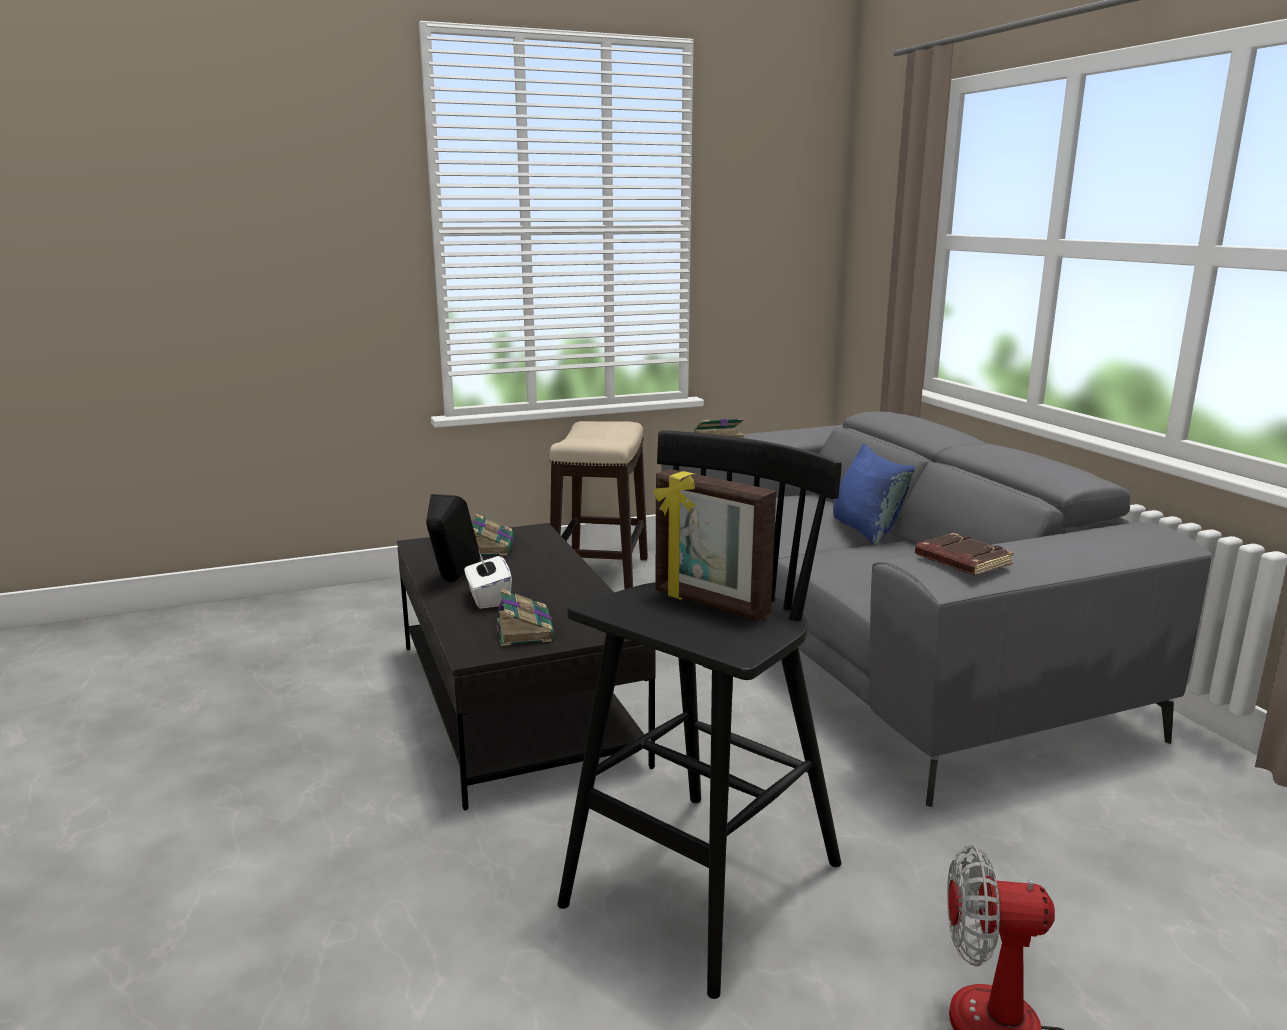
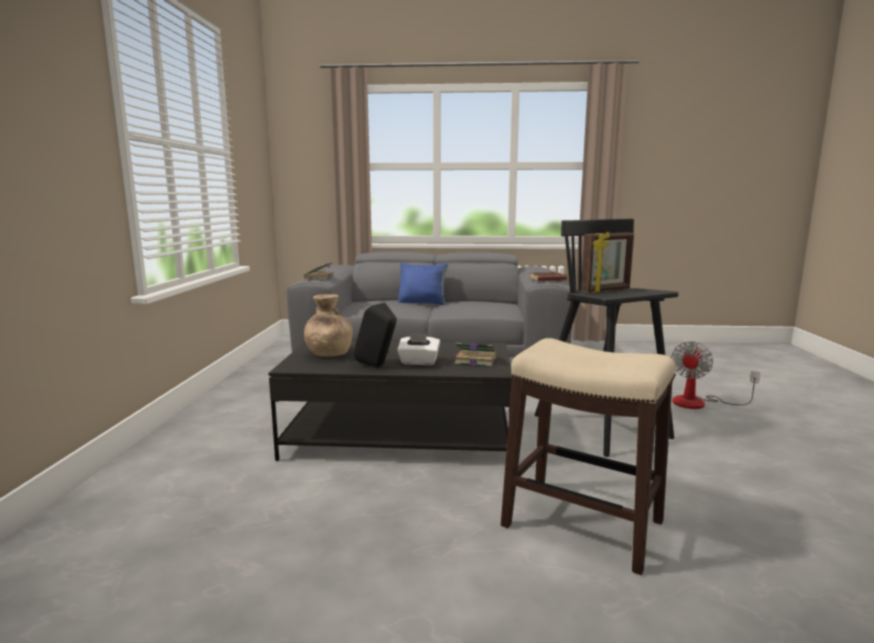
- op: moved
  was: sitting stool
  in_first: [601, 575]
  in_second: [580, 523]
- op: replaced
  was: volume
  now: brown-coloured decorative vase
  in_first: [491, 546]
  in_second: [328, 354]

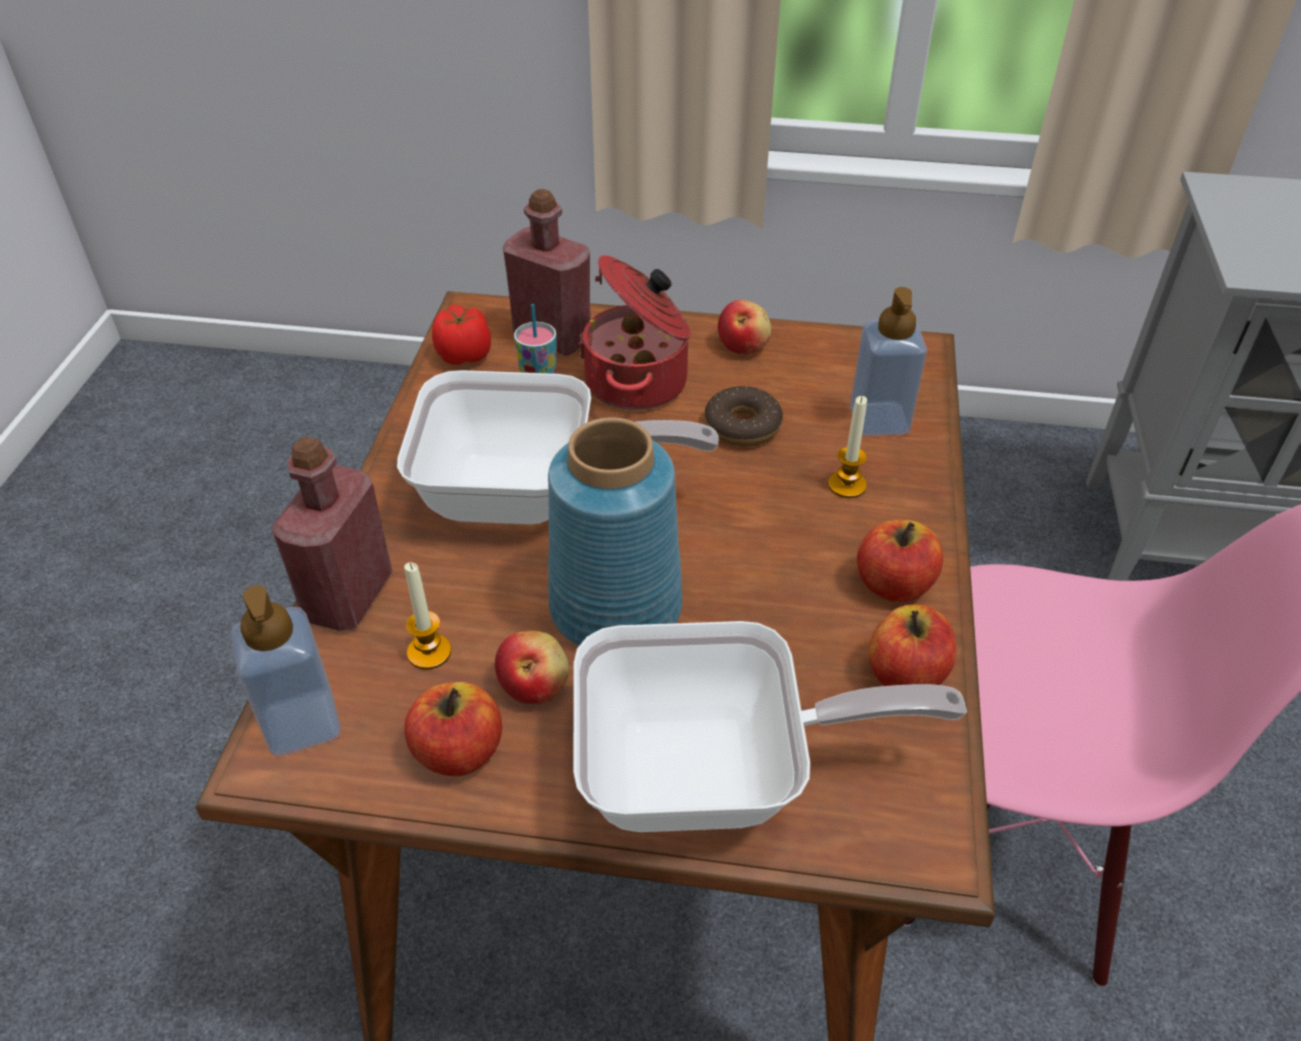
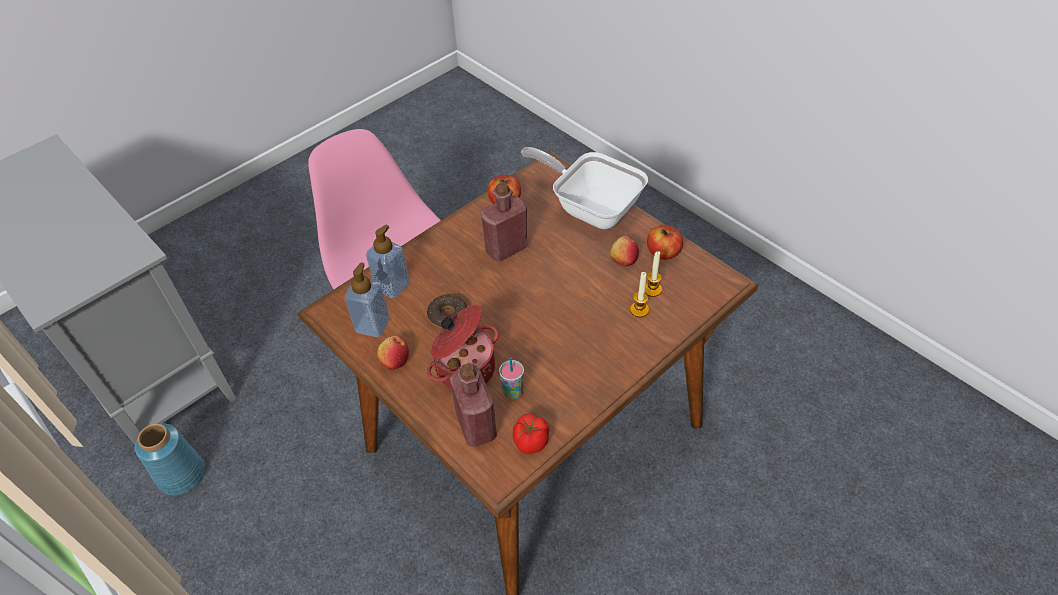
- op: removed
  was: skillet
  in_first: [528, 495]
- op: moved
  was: wax candle
  in_first: [847, 485]
  in_second: [639, 310]
- op: moved
  was: bluish decorative vase
  in_first: [616, 609]
  in_second: [182, 474]
- op: moved
  was: reddish drink bottle
  in_first: [348, 596]
  in_second: [506, 249]
- op: removed
  was: whole apple
  in_first: [894, 585]
- op: moved
  was: soap dispenser
  in_first: [302, 723]
  in_second: [372, 325]

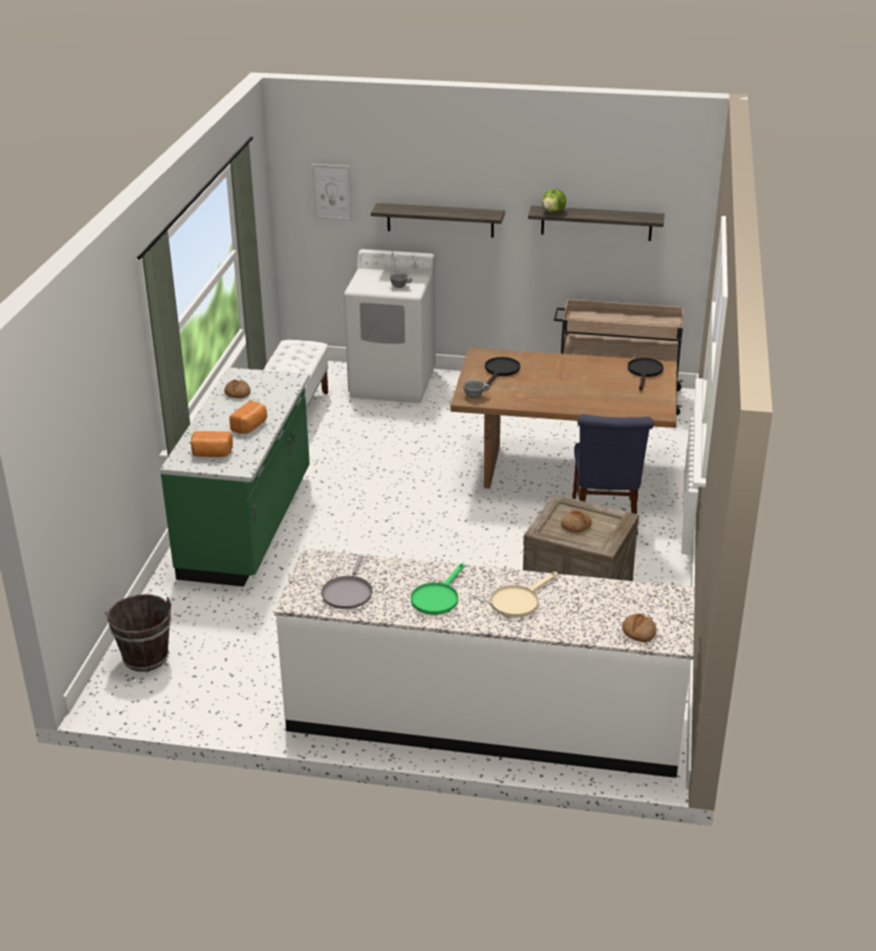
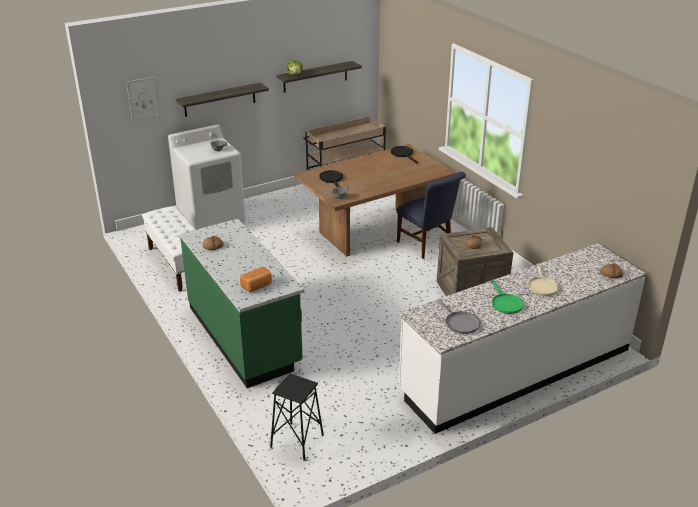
- op: removed
  was: baked bread
  in_first: [250, 426]
- op: replaced
  was: brown-coloured pail
  now: black sitting stool
  in_first: [145, 657]
  in_second: [297, 441]

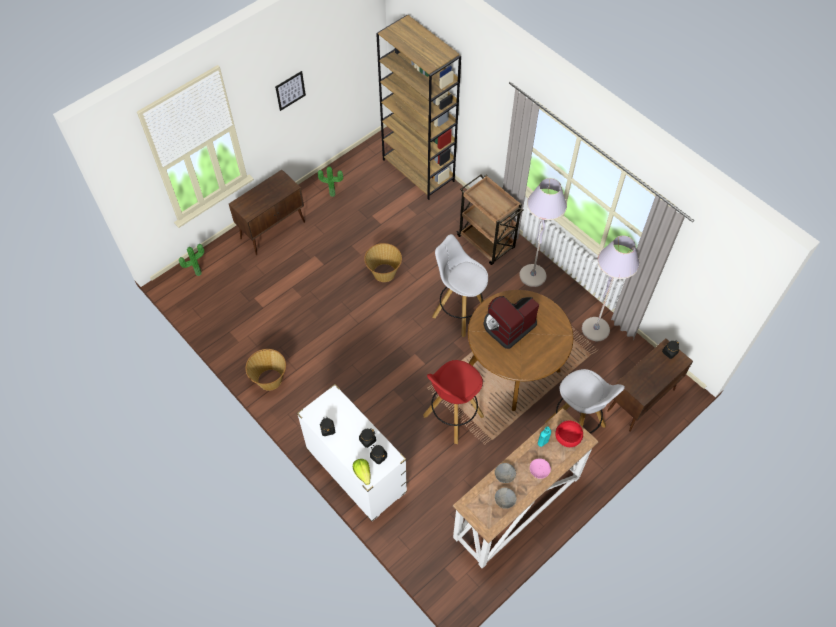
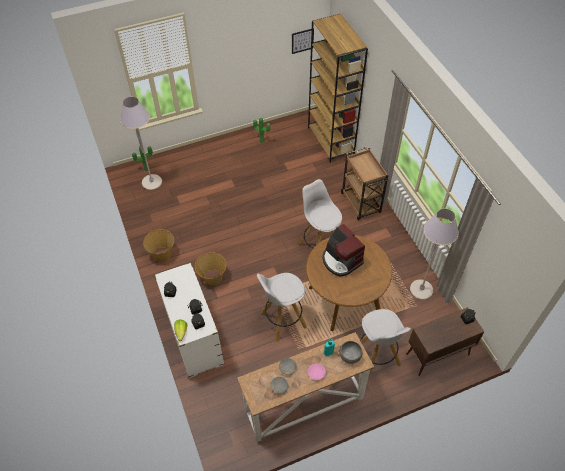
- op: moved
  was: picture
  in_first: [290, 90]
  in_second: [302, 41]
- op: removed
  was: brown-coloured cabinet
  in_first: [273, 230]
- op: moved
  was: gray standard lamp
  in_first: [533, 276]
  in_second: [152, 182]
- op: moved
  was: basket
  in_first: [384, 273]
  in_second: [212, 277]
- op: turned
  was: coffee maker
  in_first: [508, 326]
  in_second: [341, 260]
  clockwise: -105
- op: recoloured
  was: reddish sitting stool
  now: whitish sitting stool
  in_first: [452, 417]
  in_second: [282, 321]
- op: recoloured
  was: reddish serving bowl
  now: gray serving bowl
  in_first: [567, 438]
  in_second: [349, 356]

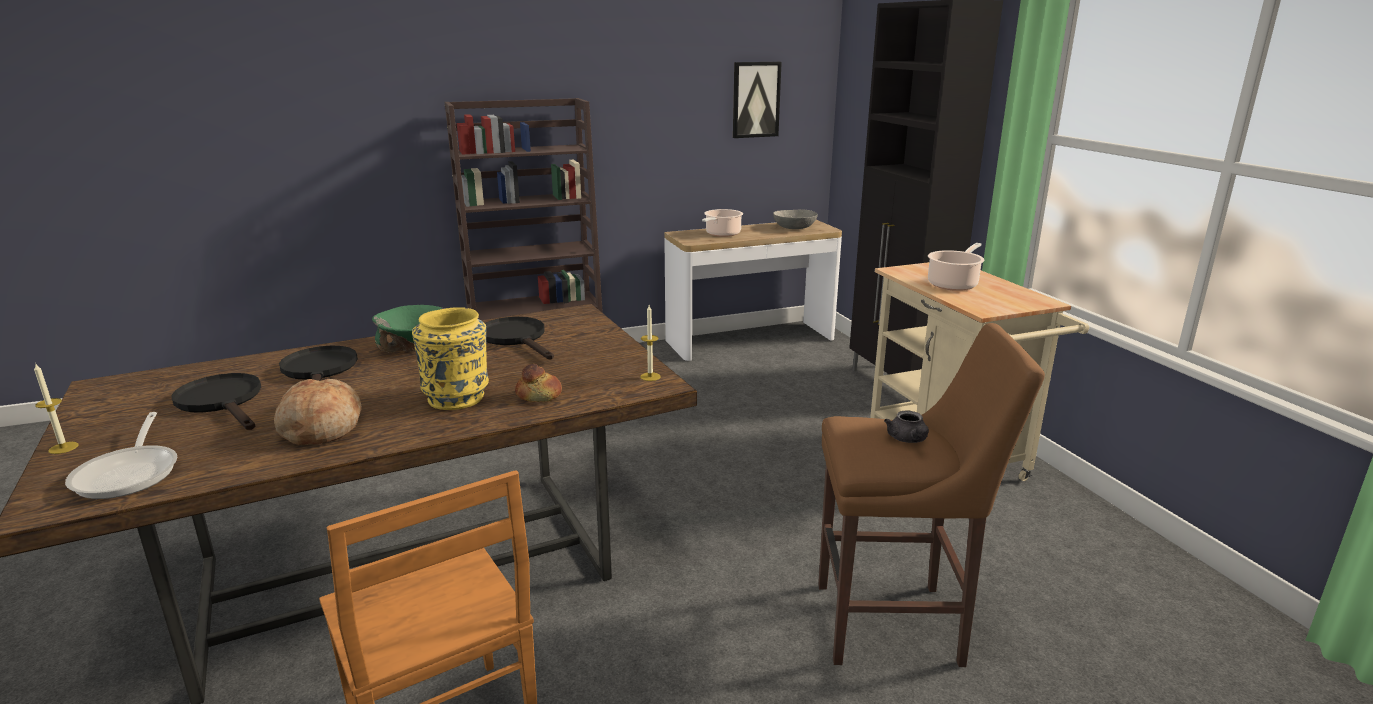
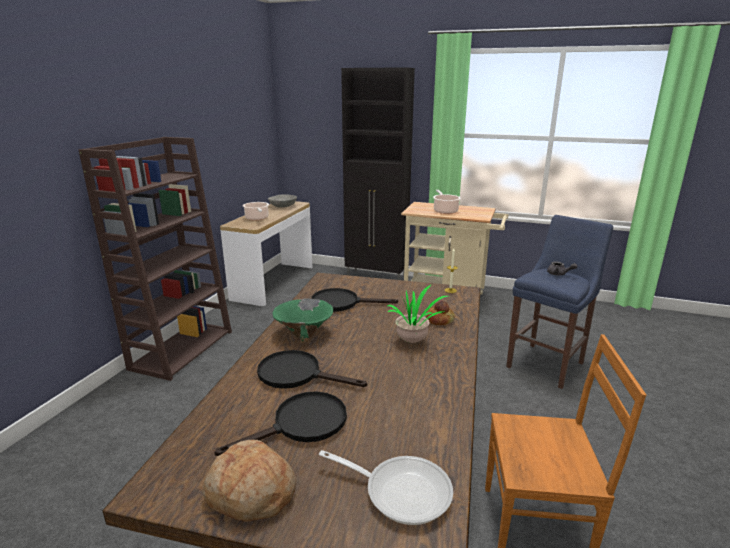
- op: removed
  was: picture
  in_first: [755, 99]
- op: replaced
  was: yellow decorative vase
  now: potted plant
  in_first: [458, 398]
  in_second: [414, 341]
- op: recoloured
  was: brown-coloured sitting stool
  now: bluish sitting stool
  in_first: [896, 624]
  in_second: [547, 363]
- op: removed
  was: wax candle
  in_first: [63, 448]
- op: turned
  was: black skillet
  in_first: [223, 402]
  in_second: [301, 425]
  clockwise: 150
- op: moved
  was: baked bread
  in_first: [320, 428]
  in_second: [250, 493]

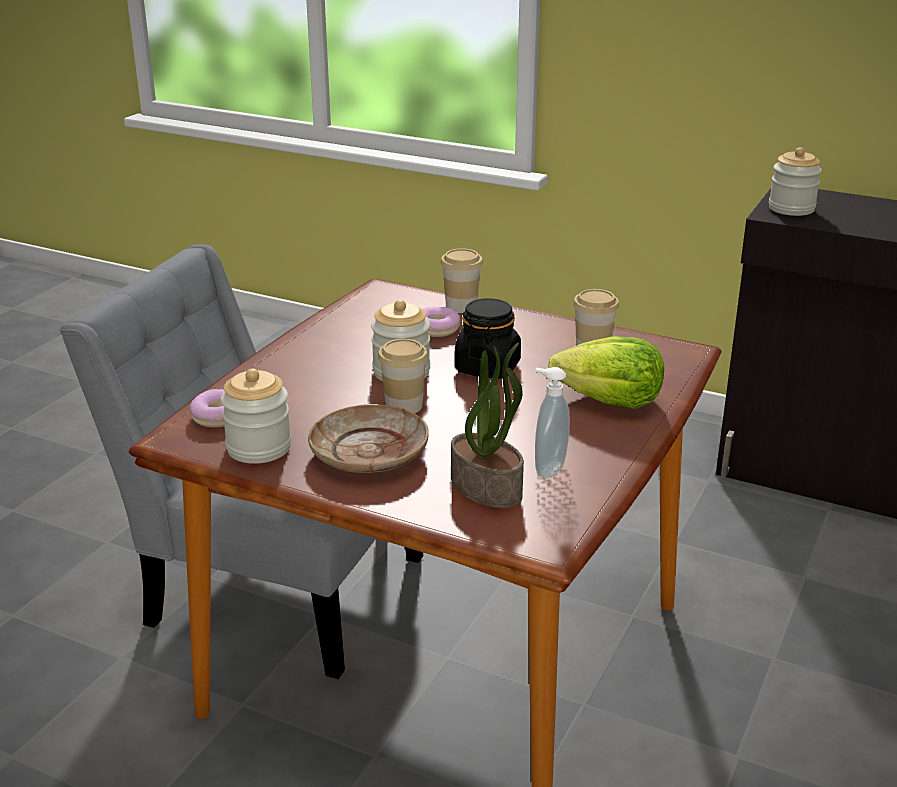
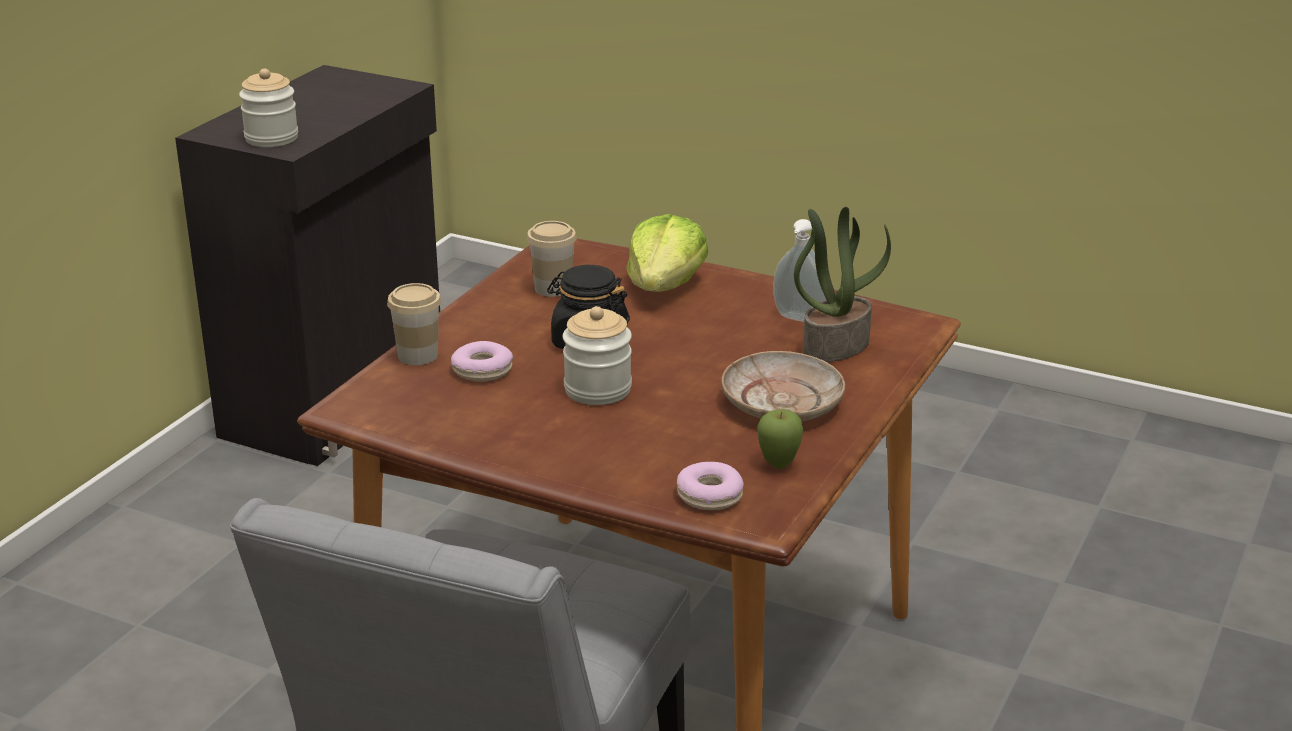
- op: removed
  was: small cup
  in_first: [404, 406]
- op: replaced
  was: jar
  now: whole apple
  in_first: [259, 448]
  in_second: [778, 465]

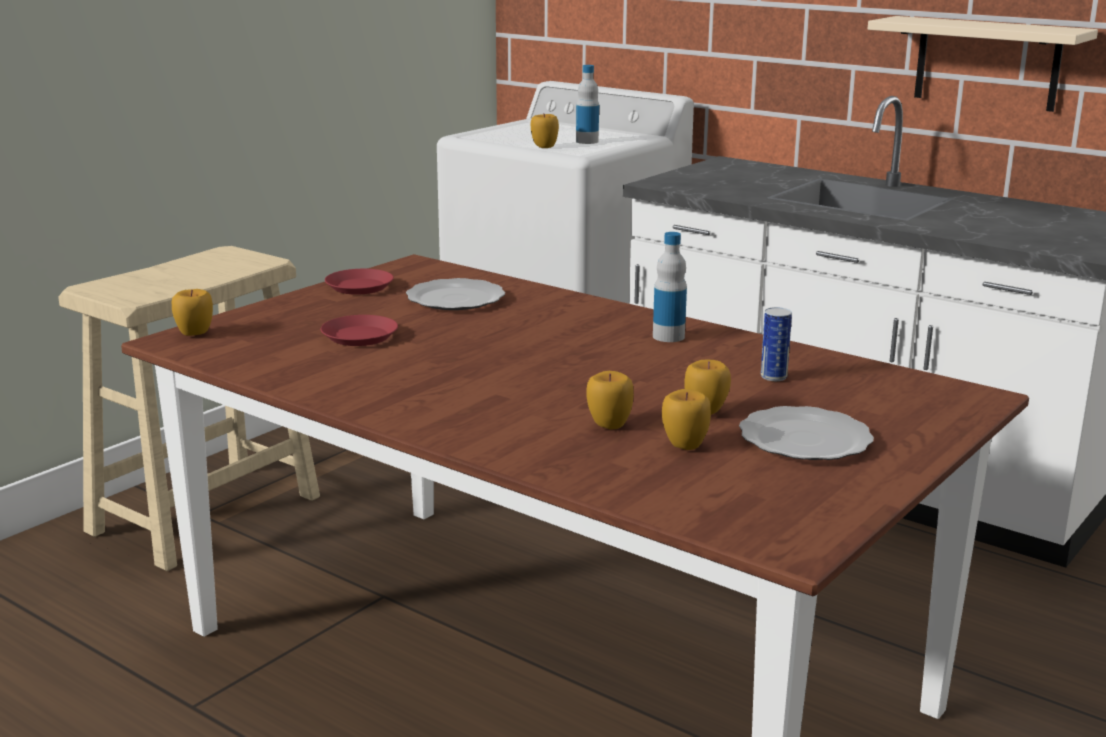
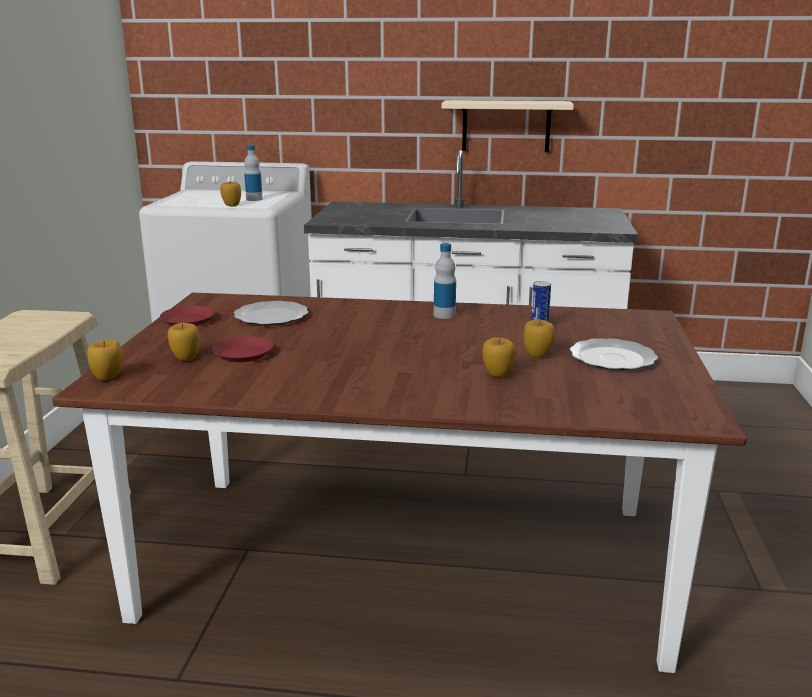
- op: moved
  was: whole apple
  in_first: [684, 445]
  in_second: [186, 358]

